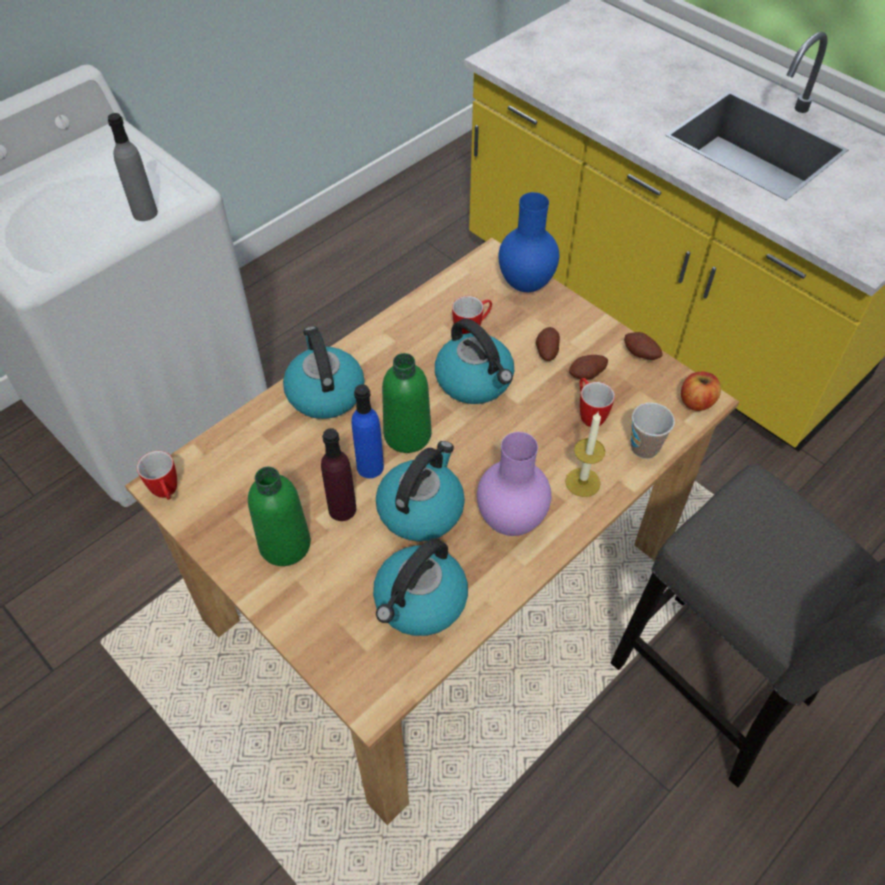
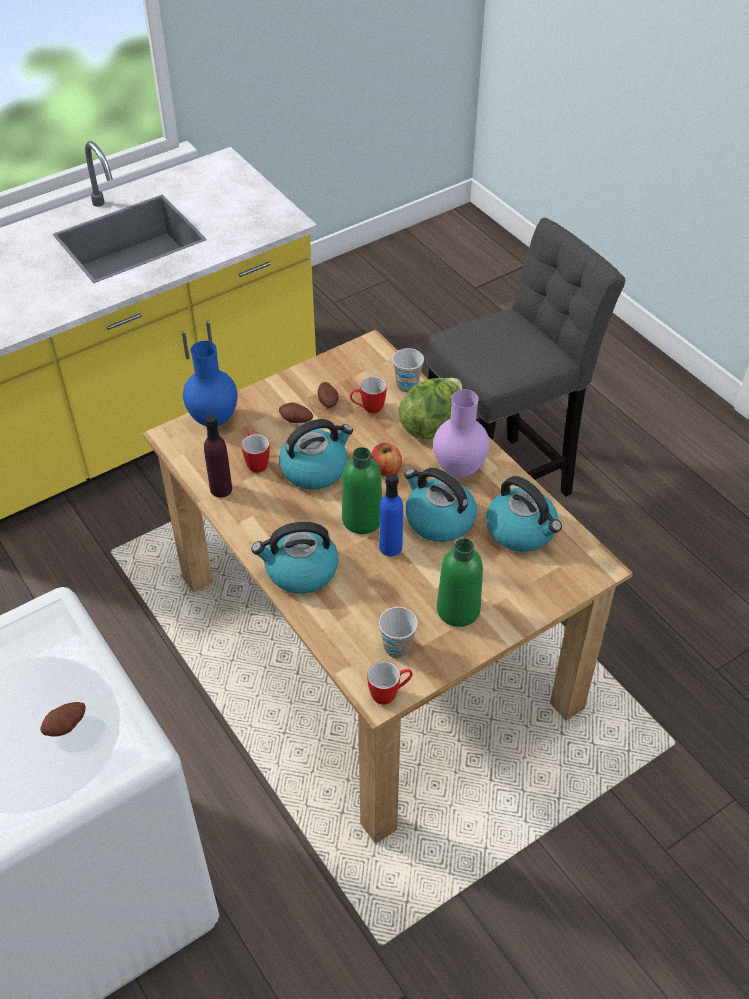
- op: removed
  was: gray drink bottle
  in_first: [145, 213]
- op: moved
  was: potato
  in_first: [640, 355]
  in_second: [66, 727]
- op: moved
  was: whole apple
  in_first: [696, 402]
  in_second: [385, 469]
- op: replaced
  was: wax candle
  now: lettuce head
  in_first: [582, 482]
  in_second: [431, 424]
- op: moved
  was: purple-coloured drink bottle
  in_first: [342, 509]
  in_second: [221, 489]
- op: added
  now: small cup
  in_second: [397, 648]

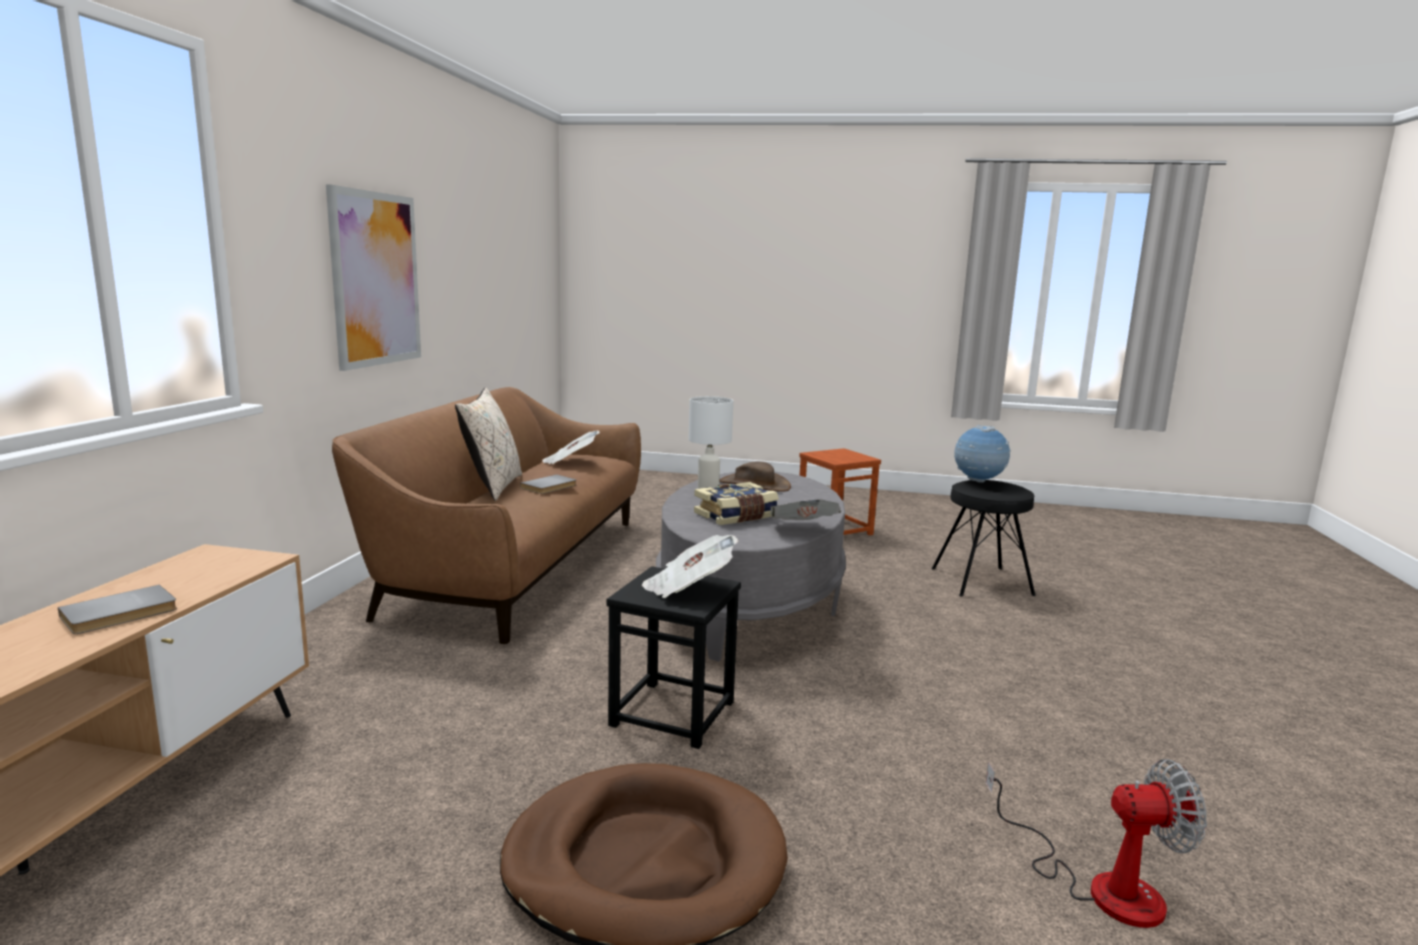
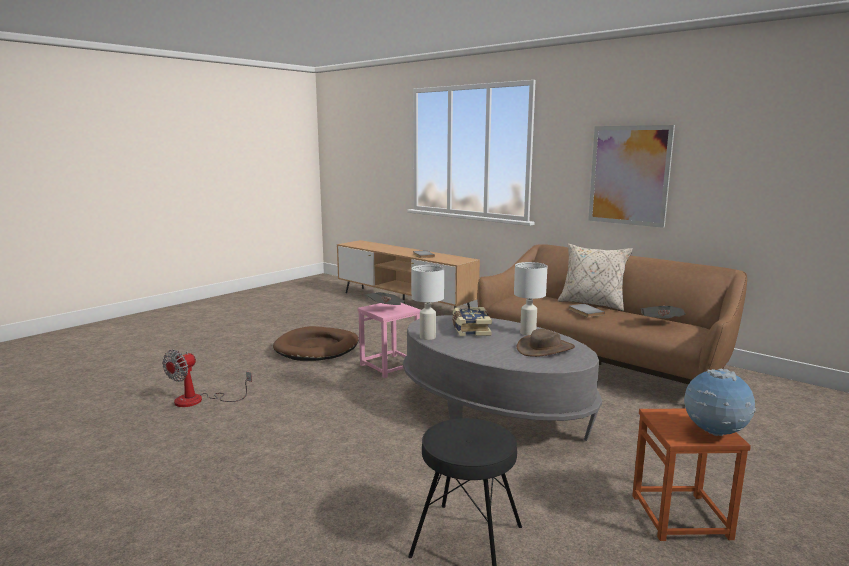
- op: moved
  was: world globe
  in_first: [978, 482]
  in_second: [714, 434]
- op: replaced
  was: printed paper
  now: whitish table lamp
  in_first: [803, 530]
  in_second: [428, 337]
- op: recoloured
  was: black sitting stool
  now: pinkish sitting stool
  in_first: [673, 713]
  in_second: [390, 366]

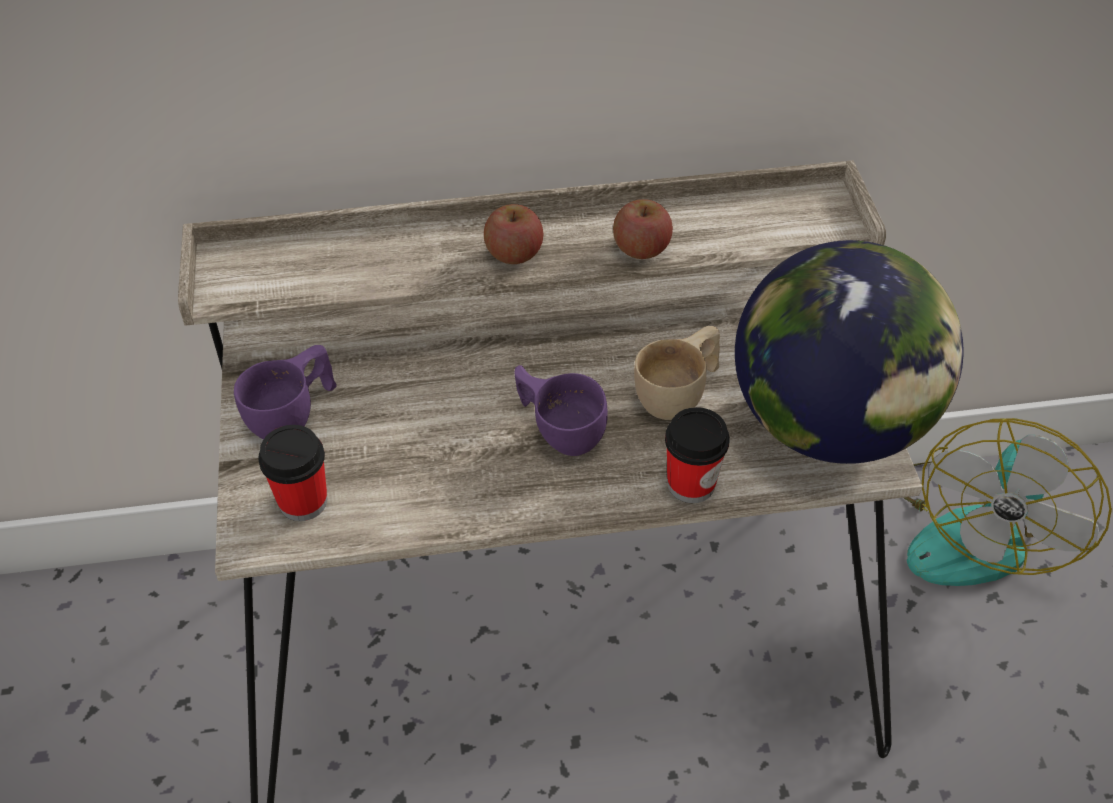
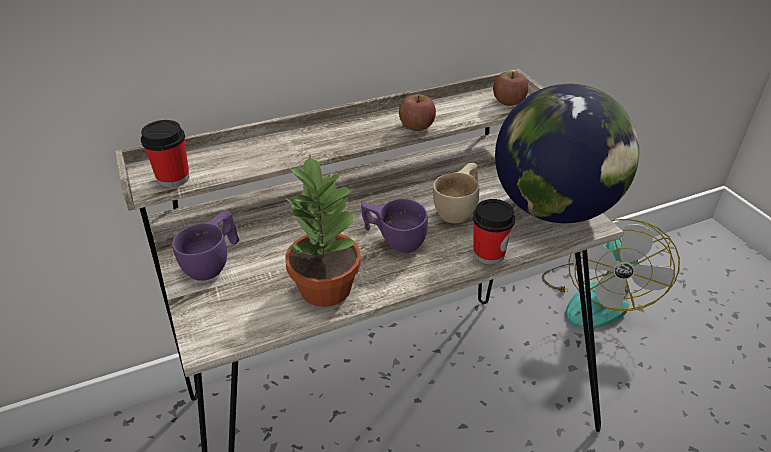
- op: moved
  was: whole apple
  in_first: [514, 253]
  in_second: [508, 101]
- op: moved
  was: small cup
  in_first: [303, 501]
  in_second: [173, 178]
- op: added
  now: potted plant
  in_second: [324, 287]

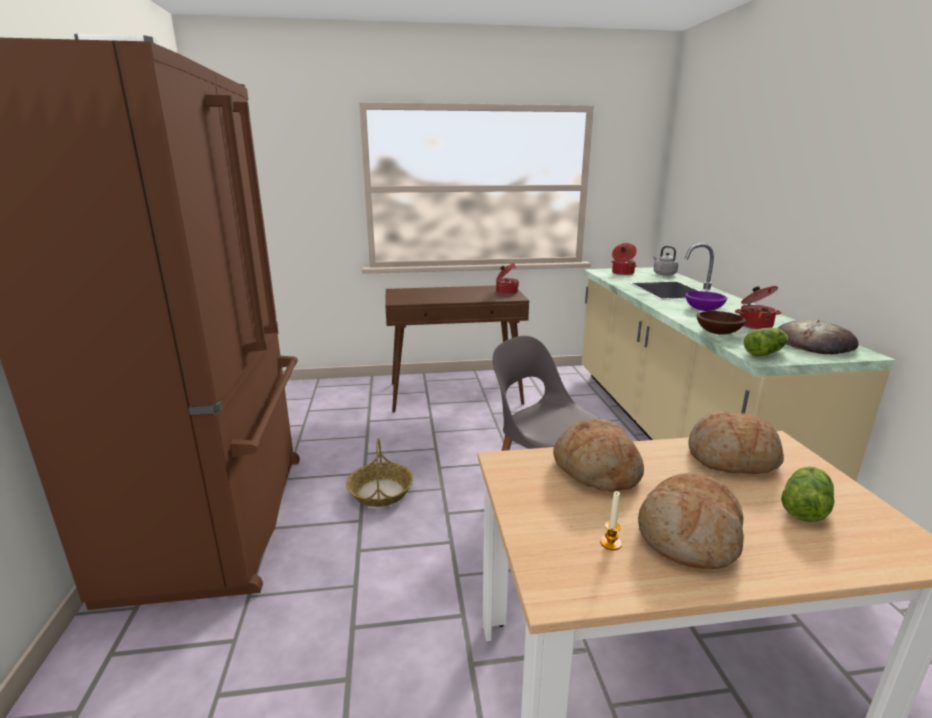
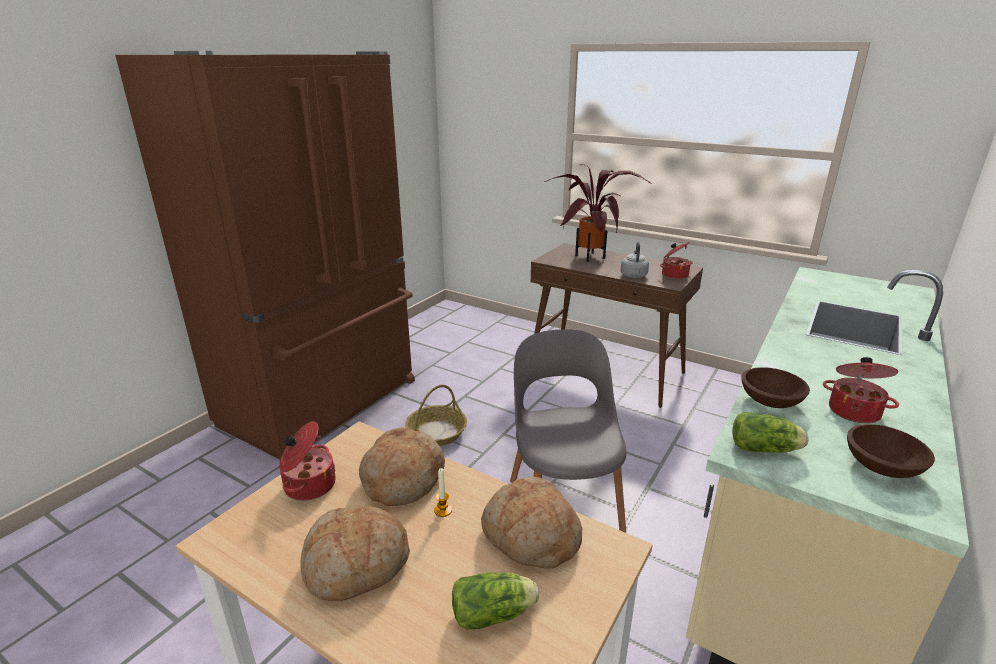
- op: moved
  was: saucepot
  in_first: [622, 273]
  in_second: [308, 485]
- op: moved
  was: gray kettle
  in_first: [663, 274]
  in_second: [633, 275]
- op: removed
  was: purple-coloured serving bowl
  in_first: [703, 309]
- op: replaced
  was: baked bread
  now: brown-coloured serving bowl
  in_first: [813, 343]
  in_second: [883, 467]
- op: moved
  was: wax candle
  in_first: [610, 543]
  in_second: [443, 510]
- op: added
  now: potted plant
  in_second: [590, 258]

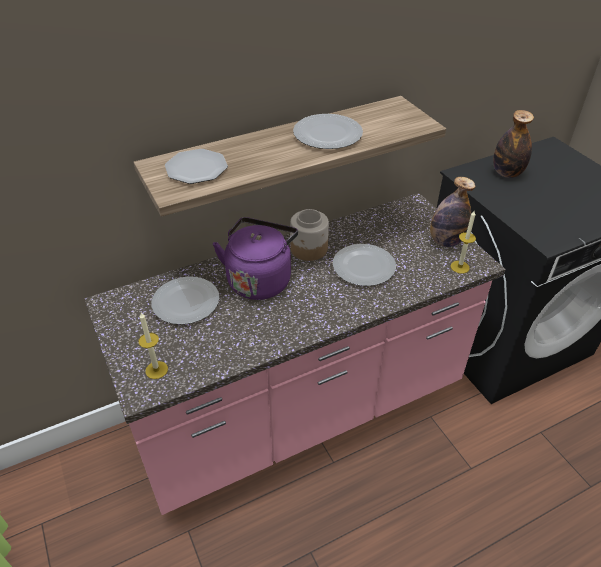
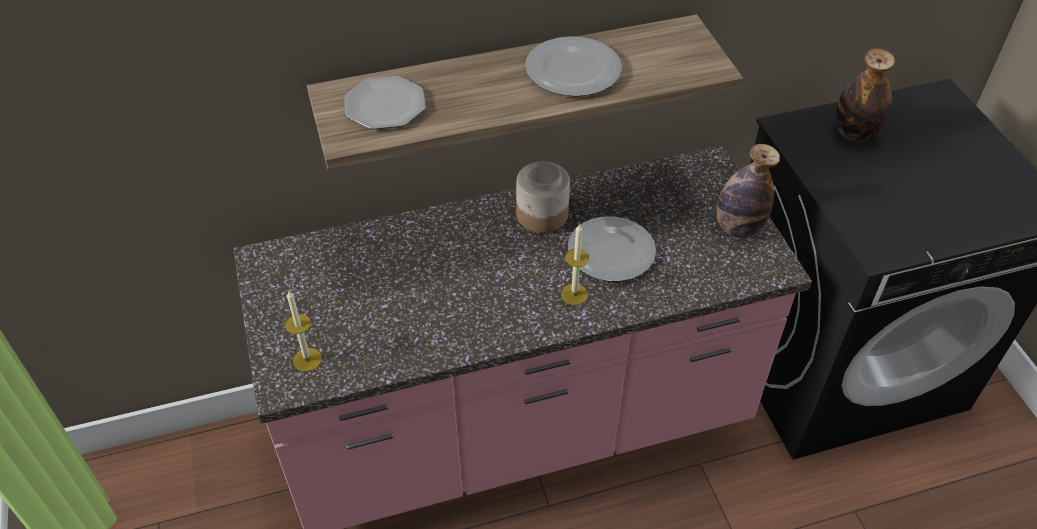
- op: moved
  was: wax candle
  in_first: [459, 267]
  in_second: [574, 294]
- op: removed
  was: purple-coloured kettle
  in_first: [260, 279]
- op: removed
  was: flat dish
  in_first: [185, 302]

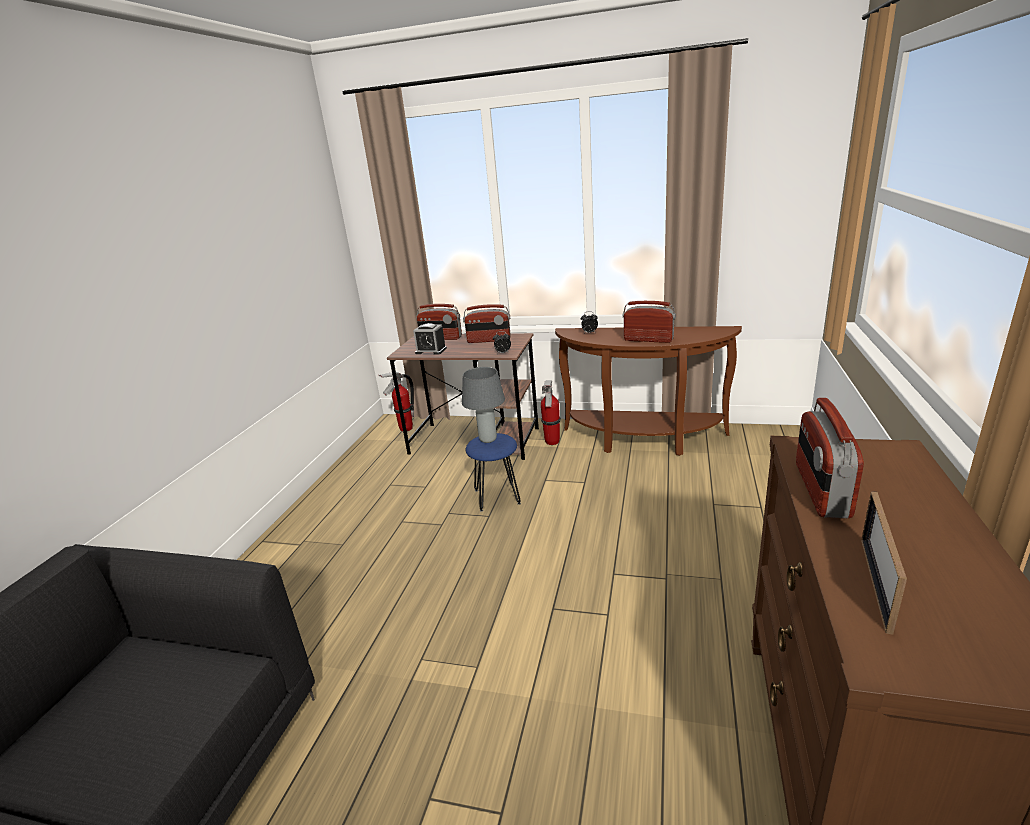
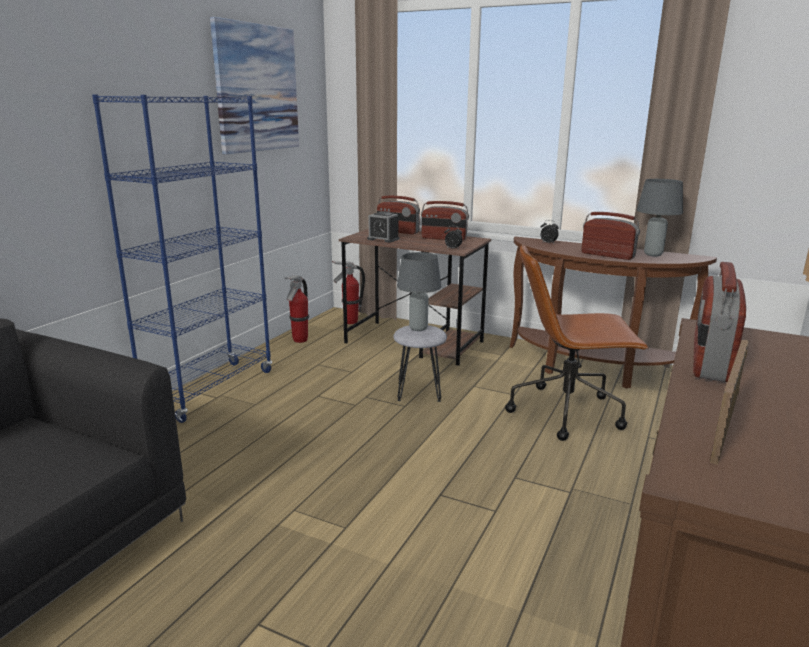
- op: moved
  was: fire-fighting cylinder
  in_first: [552, 442]
  in_second: [300, 340]
- op: recoloured
  was: bluish sitting stool
  now: gray sitting stool
  in_first: [496, 497]
  in_second: [418, 391]
- op: added
  now: picture
  in_second: [257, 89]
- op: added
  now: bluish bookcase
  in_second: [210, 390]
- op: added
  now: gray table lamp
  in_second: [653, 254]
- op: added
  now: brown-coloured desk chair
  in_second: [567, 412]

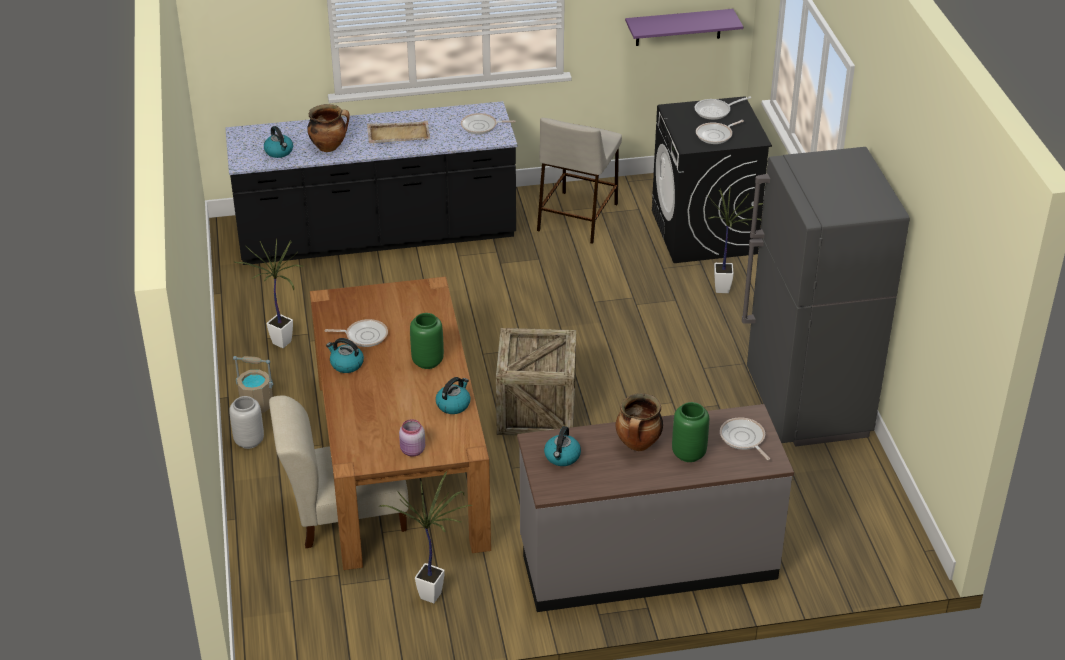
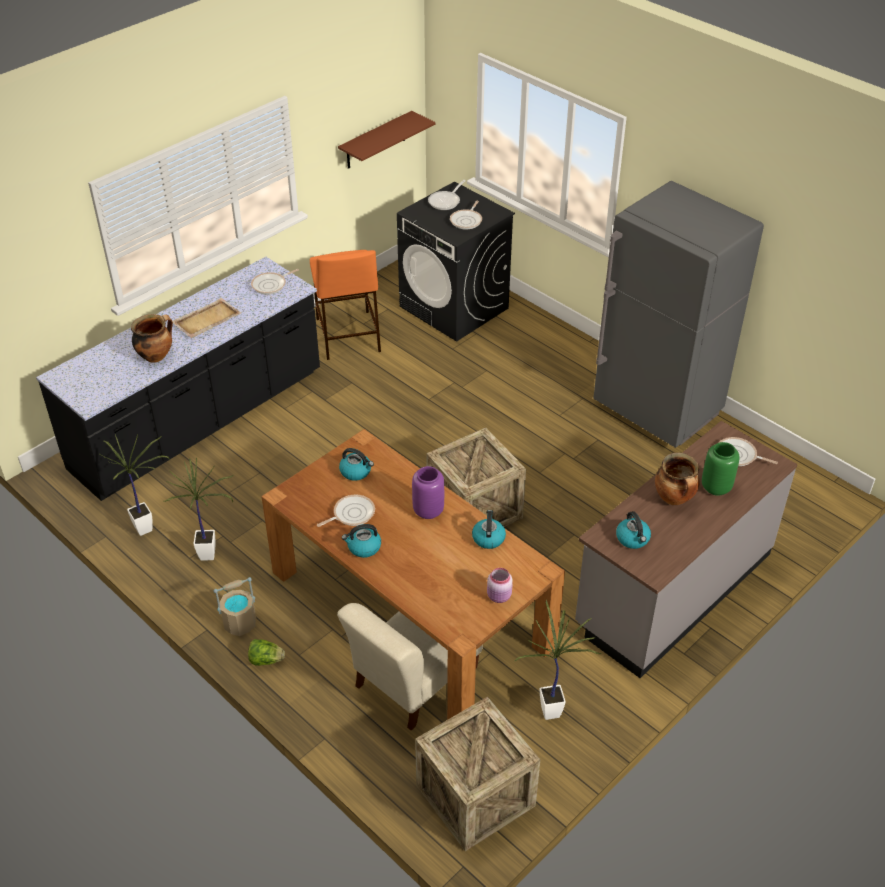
- op: recoloured
  was: purple-coloured wall shelf
  now: brown-coloured wall shelf
  in_first: [678, 27]
  in_second: [376, 140]
- op: recoloured
  was: beige sitting stool
  now: orange sitting stool
  in_first: [577, 216]
  in_second: [347, 334]
- op: moved
  was: kettle
  in_first: [279, 152]
  in_second: [356, 471]
- op: moved
  was: potted plant
  in_first: [725, 291]
  in_second: [148, 529]
- op: recoloured
  was: green-coloured decorative vase
  now: purple-coloured decorative vase
  in_first: [427, 362]
  in_second: [428, 511]
- op: replaced
  was: gray decorative vase
  now: lettuce head
  in_first: [249, 441]
  in_second: [266, 660]
- op: added
  now: packing crate
  in_second: [475, 795]

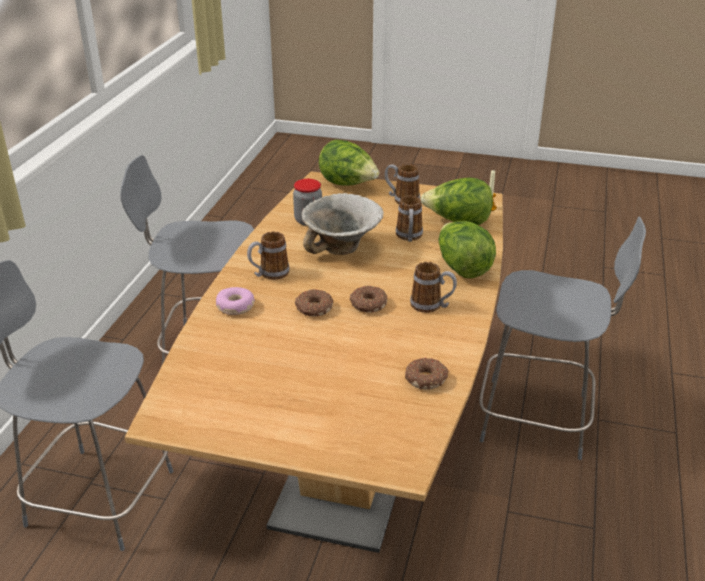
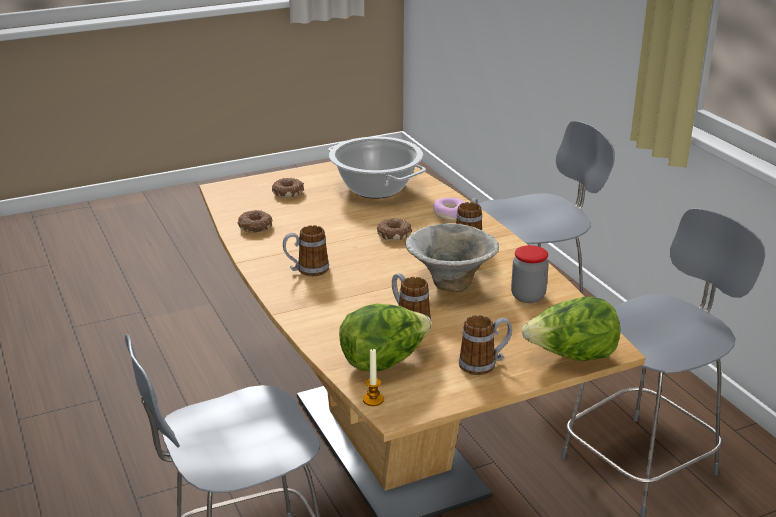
- op: removed
  was: lettuce head
  in_first: [462, 268]
- op: moved
  was: donut
  in_first: [368, 305]
  in_second: [288, 192]
- op: added
  now: saucepot
  in_second: [376, 188]

